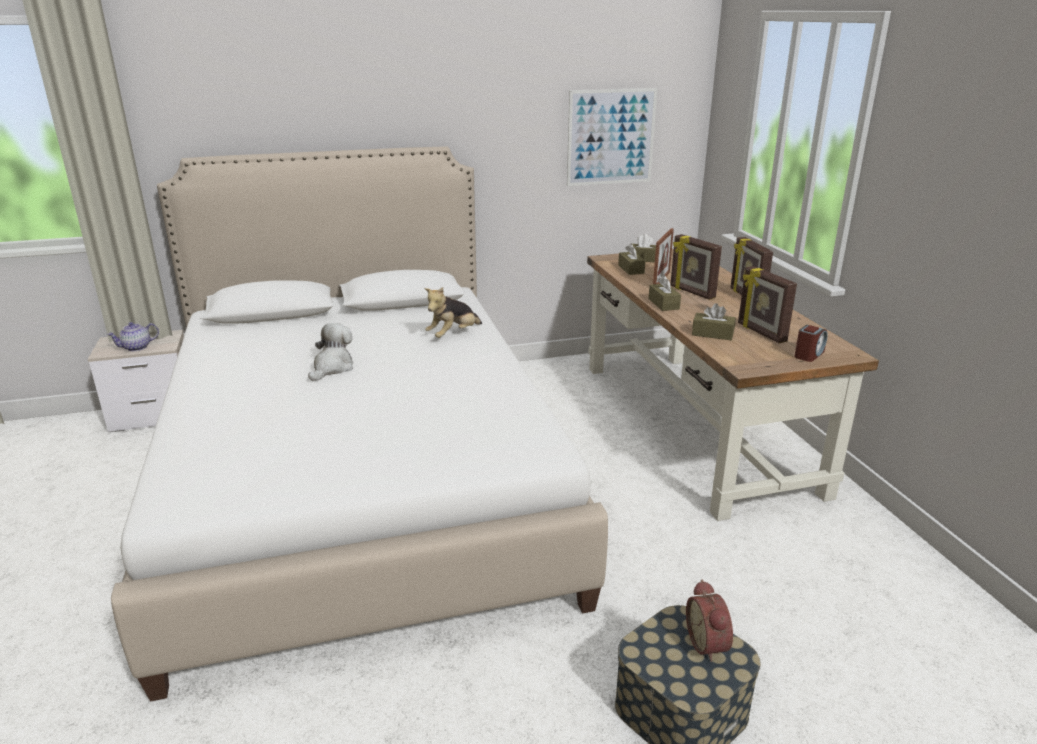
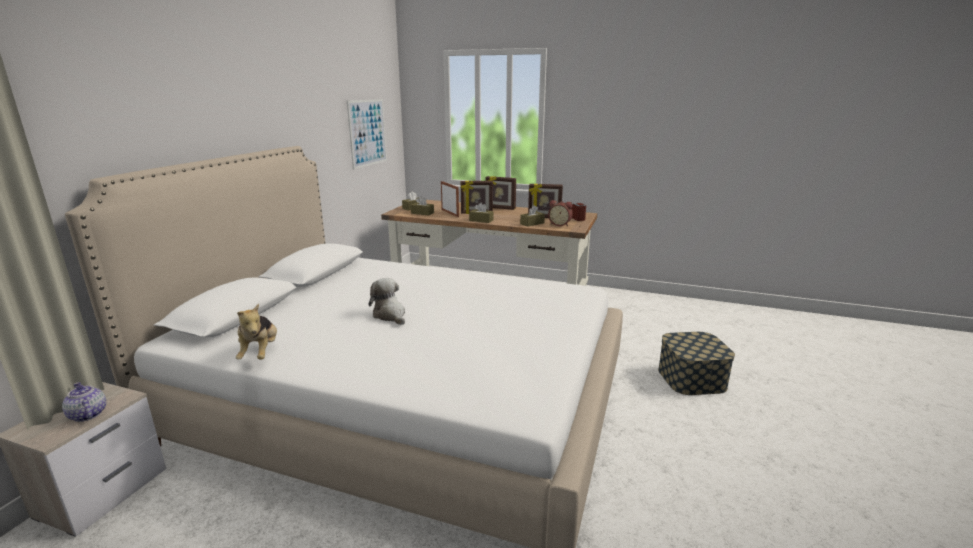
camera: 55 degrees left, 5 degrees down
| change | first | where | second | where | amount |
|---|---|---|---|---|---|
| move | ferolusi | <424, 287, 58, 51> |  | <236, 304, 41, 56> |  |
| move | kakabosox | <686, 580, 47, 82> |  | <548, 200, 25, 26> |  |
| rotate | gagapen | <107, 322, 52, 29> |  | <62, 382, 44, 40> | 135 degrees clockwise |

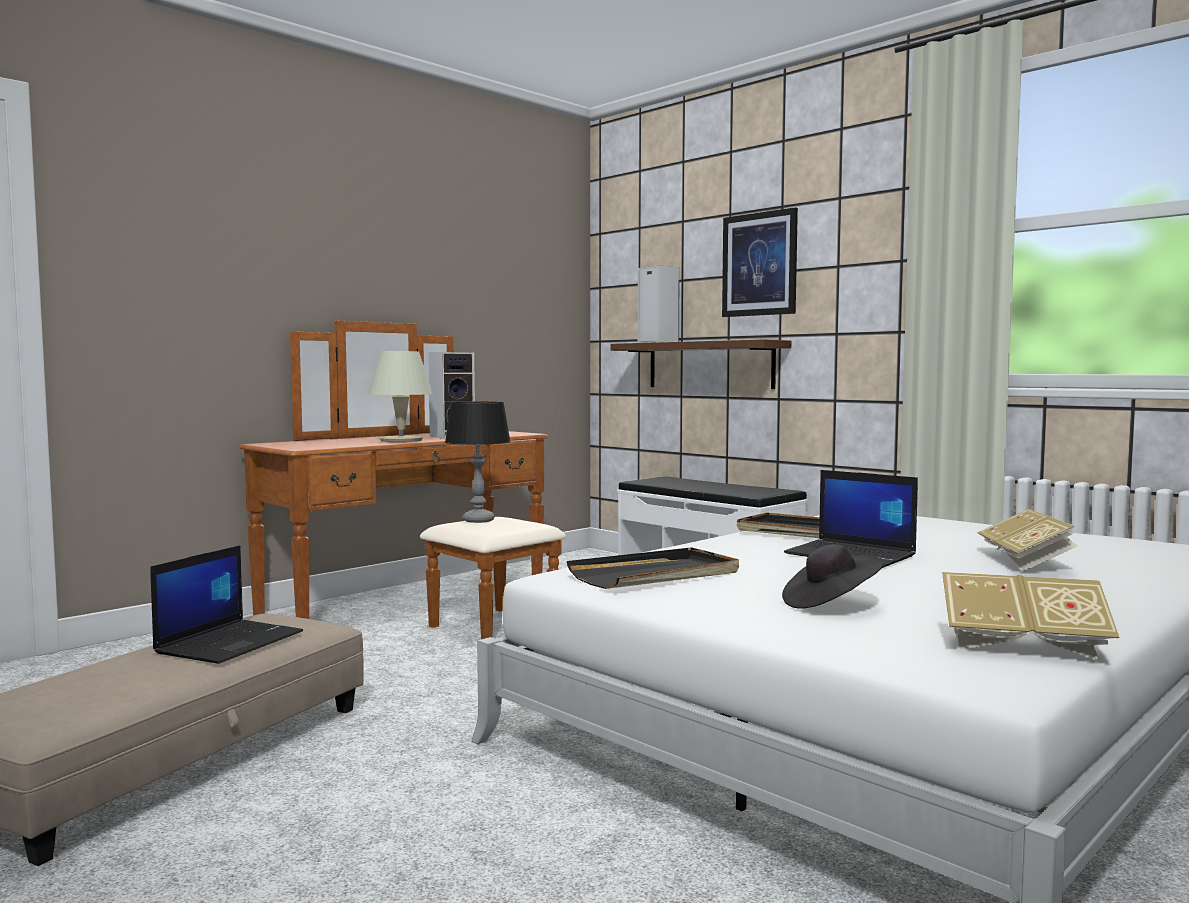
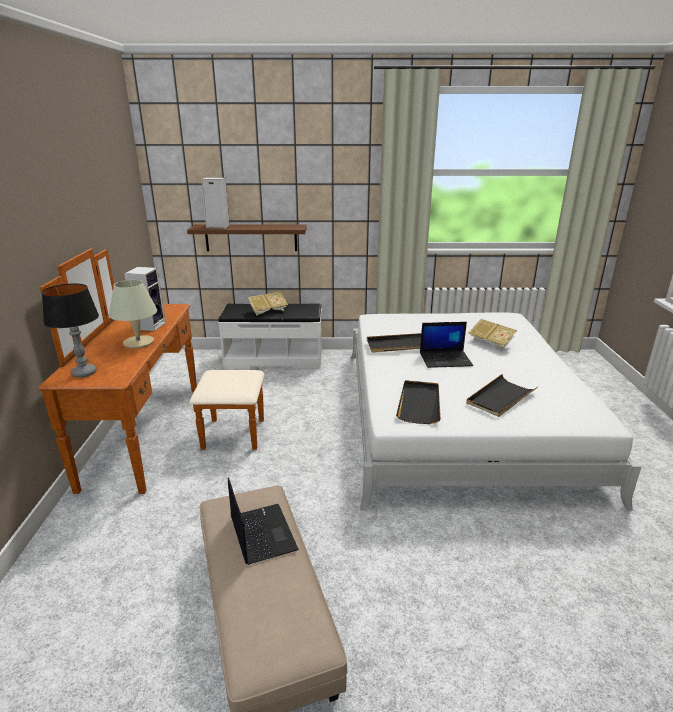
camera: 45 degrees left, 20 degrees up
| change | first | where | second | where | amount |
|---|---|---|---|---|---|
| delete | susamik | <722, 207, 76, 110> |  |  |  |
| move | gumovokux | <445, 402, 66, 121> |  | <42, 283, 57, 95> |  |
| move | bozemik | <942, 572, 177, 88> |  | <248, 292, 40, 24> |  |
| replace | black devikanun | <782, 544, 101, 65> | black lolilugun | <466, 374, 71, 43> |  |

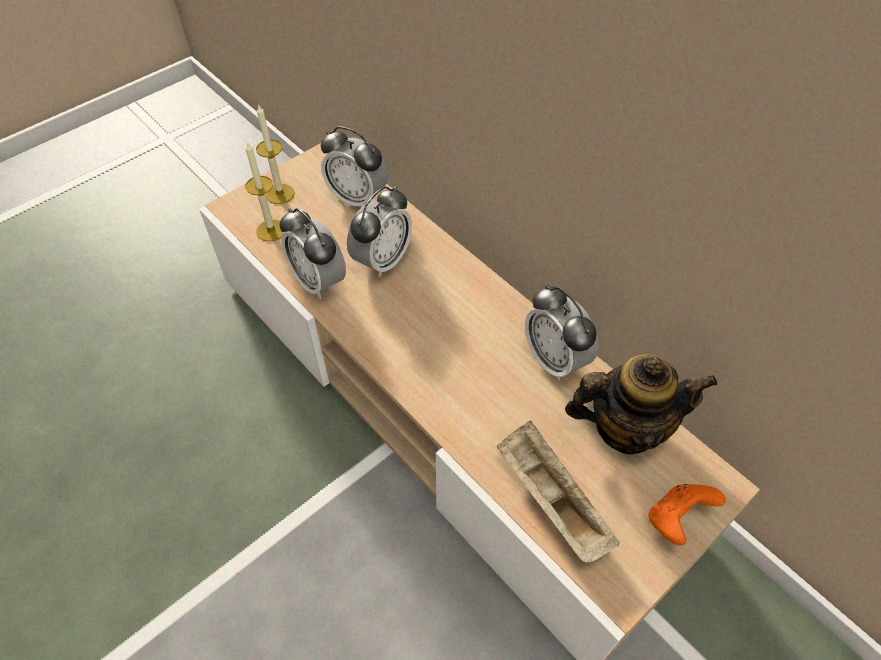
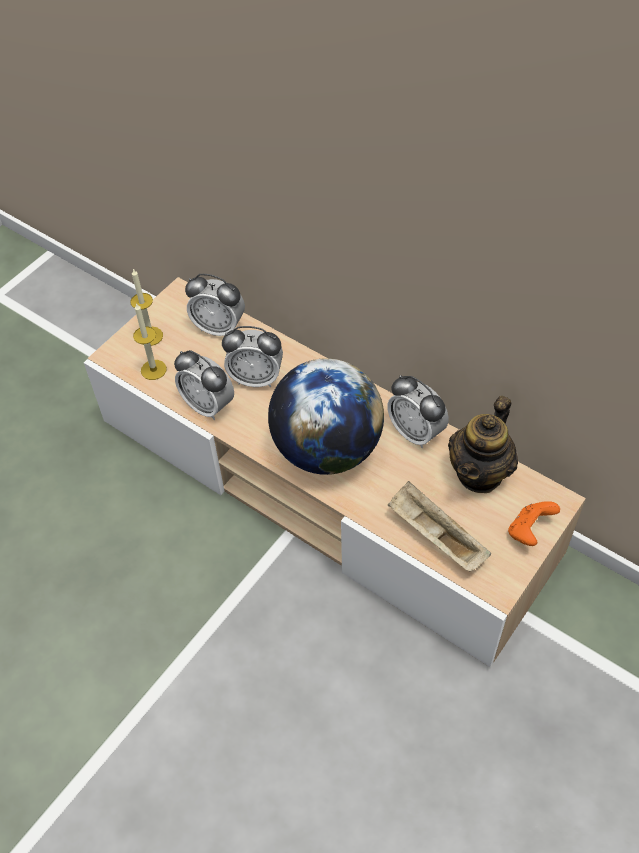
camera: 10 degrees left, 0 degrees up
| change | first | where | second | where | amount |
|---|---|---|---|---|---|
| insert |  |  | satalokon | <268, 358, 116, 117> |  |
| rotate | kakabosox | <347, 186, 65, 92> |  | <222, 326, 61, 61> | 75 degrees clockwise |
| rotate | gagapen | <565, 354, 152, 100> |  | <448, 396, 70, 97> | 135 degrees clockwise |

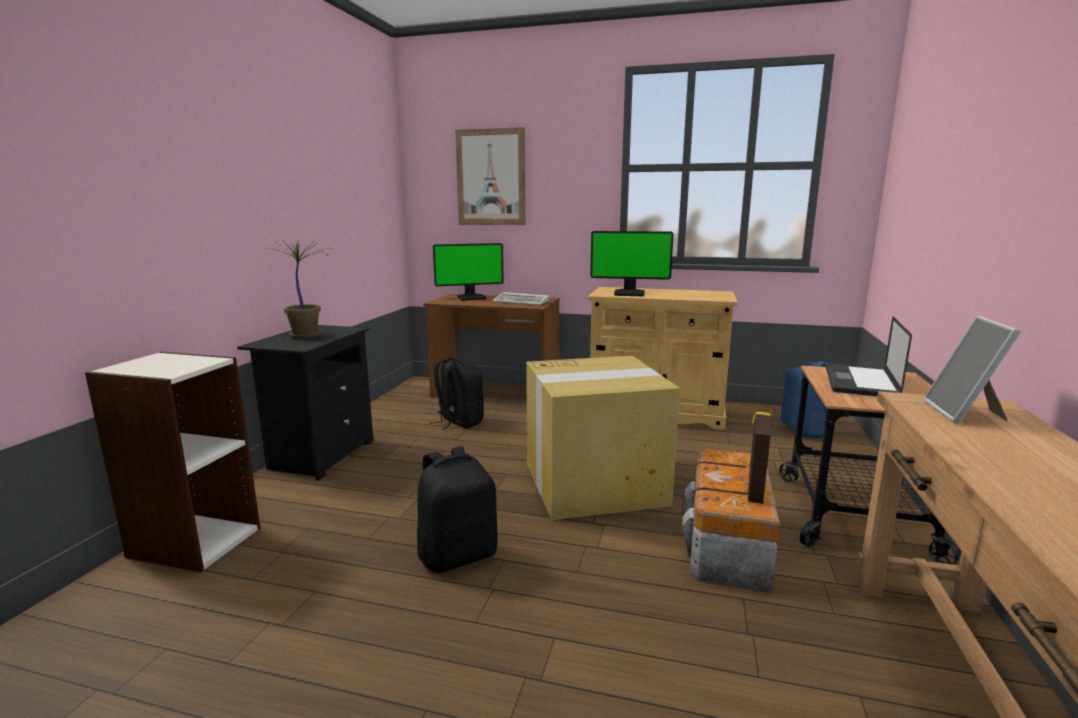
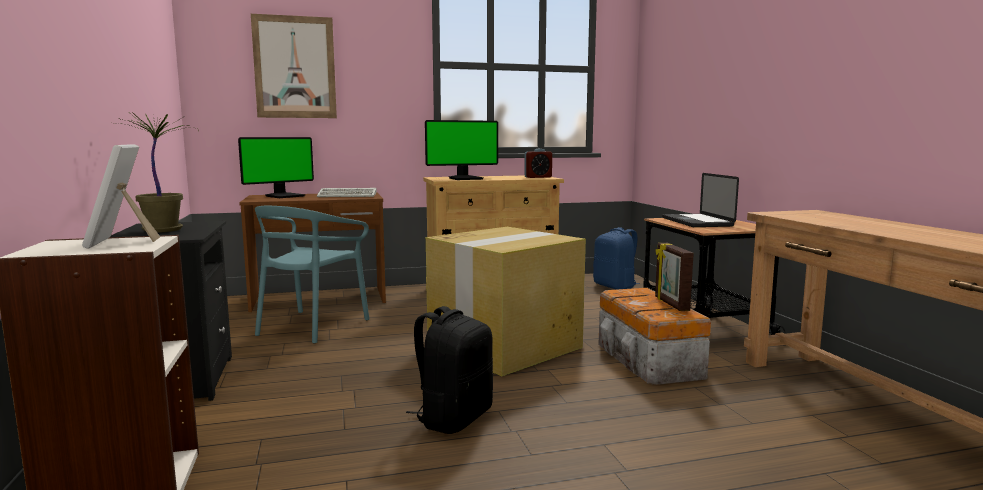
camera: 30 degrees left, 5 degrees down
| change | first | where | second | where | amount |
|---|---|---|---|---|---|
| insert |  |  | kakabosox | <524, 149, 28, 29> |  |
| move | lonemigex | <924, 316, 97, 108> |  | <82, 144, 78, 105> |  |
| replace | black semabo | <430, 357, 54, 73> | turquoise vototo | <255, 206, 114, 137> |  |

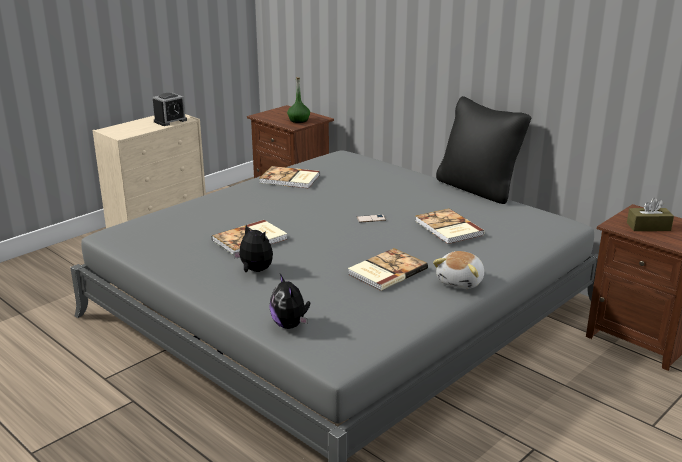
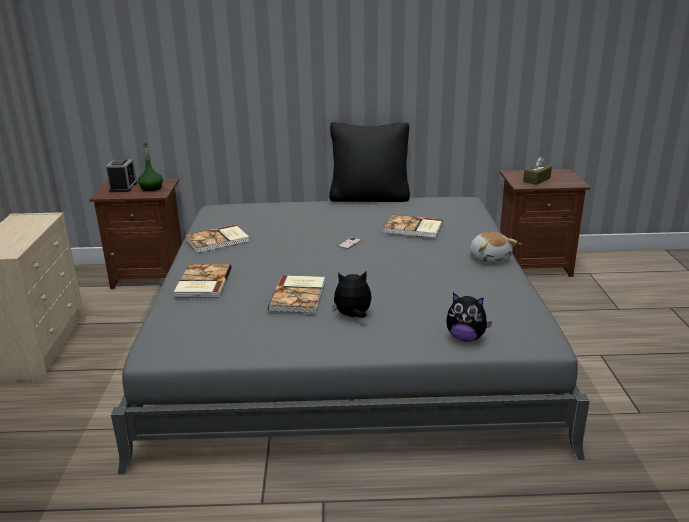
camera: 45 degrees left, 0 degrees up
| change | first | where | second | where | amount |
|---|---|---|---|---|---|
| move | kakabosox | <153, 93, 34, 33> |  | <105, 159, 32, 33> |  |
| move | bozemik | <348, 248, 80, 43> |  | <174, 264, 57, 34> |  |

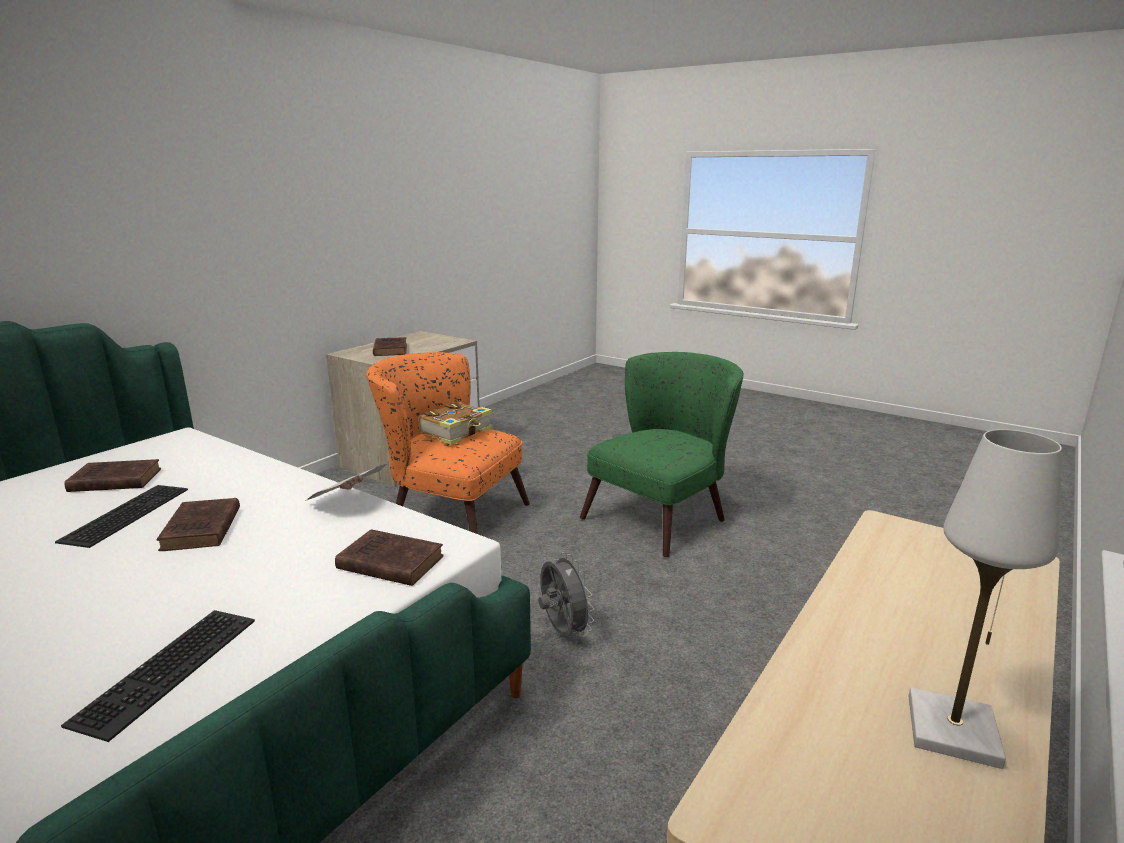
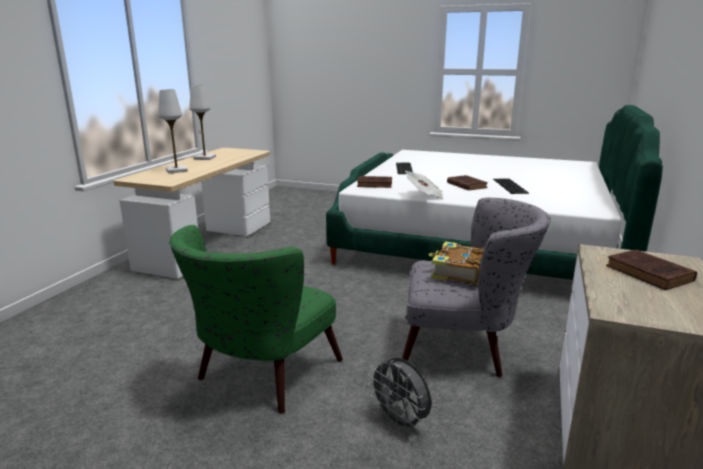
camera: 165 degrees right, 0 degrees up
| change | first | where | second | where | amount |
|---|---|---|---|---|---|
| delete | brown bozemik | <65, 459, 96, 33> |  |  |  |
| insert |  |  | white gumovokux | <158, 89, 30, 84> |  |
| move | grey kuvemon | <538, 552, 56, 85> |  | <368, 358, 63, 75> |  |
| recolor | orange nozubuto | <366, 352, 164, 182> | grey nozubuto | <402, 198, 149, 179> |  |

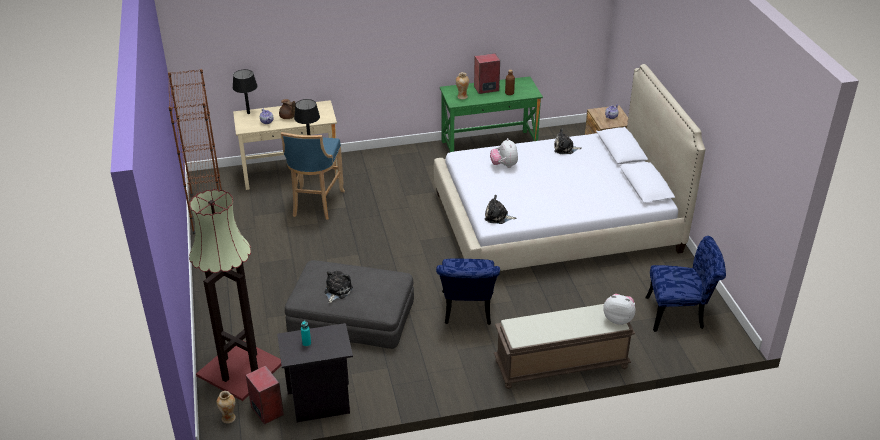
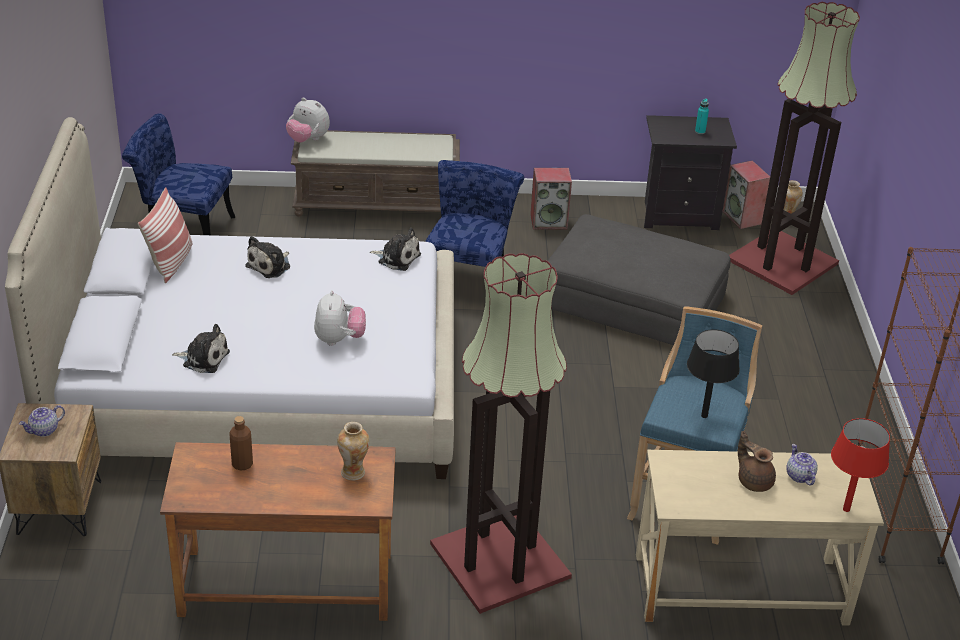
camera: 170 degrees left, 0 degrees up
| change | first | where | second | where | amount |
|---|---|---|---|---|---|
| insert |  |  | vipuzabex | <138, 187, 55, 96> |  |
| insert |  |  | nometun | <430, 253, 142, 361> |  |
| move | ferolusi | <324, 271, 29, 32> |  | <245, 236, 45, 42> |  |
| move | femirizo | <474, 53, 26, 41> |  | <530, 168, 42, 61> |  |
| recolor | black gumovokux | <233, 69, 25, 45> | red gumovokux | <831, 418, 59, 94> |  |
| recolor | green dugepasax | <440, 76, 103, 76> | brown dugepasax | <160, 442, 236, 179> |  |

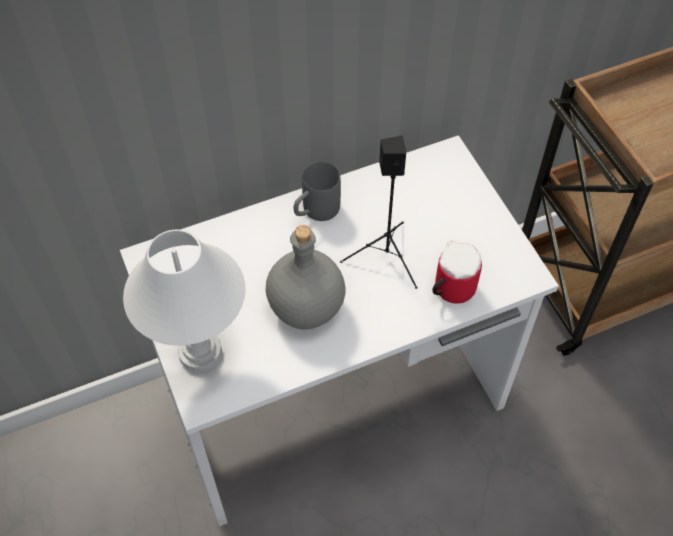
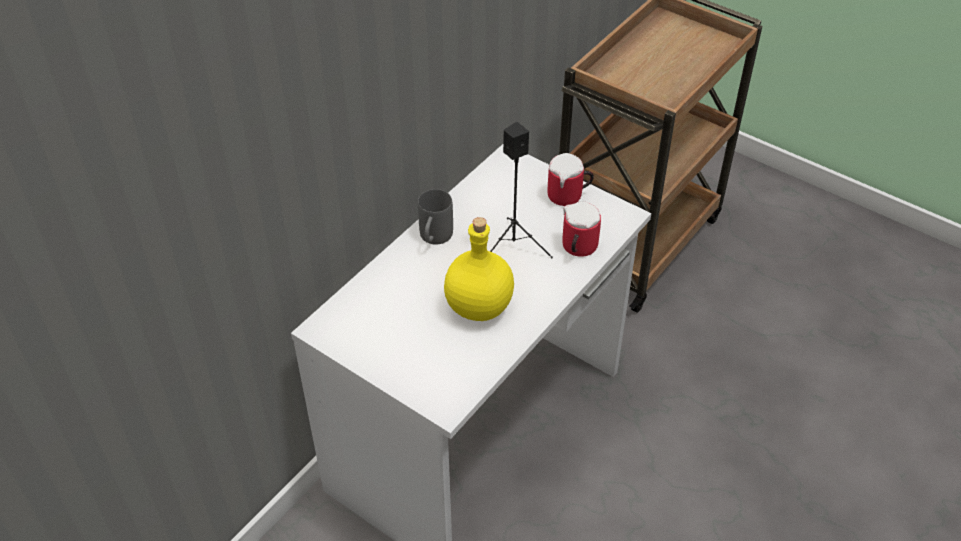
camera: 30 degrees left, 10 degrees down
| change | first | where | second | where | amount |
|---|---|---|---|---|---|
| delete | white gumovokux | <123, 229, 122, 143> |  |  |  |
| insert |  |  | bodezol | <547, 153, 47, 53> |  |
| recolor | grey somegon | <266, 225, 80, 105> | yellow somegon | <444, 217, 70, 104> |  |

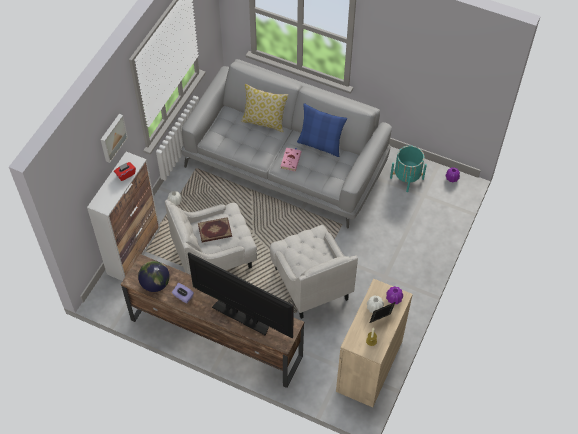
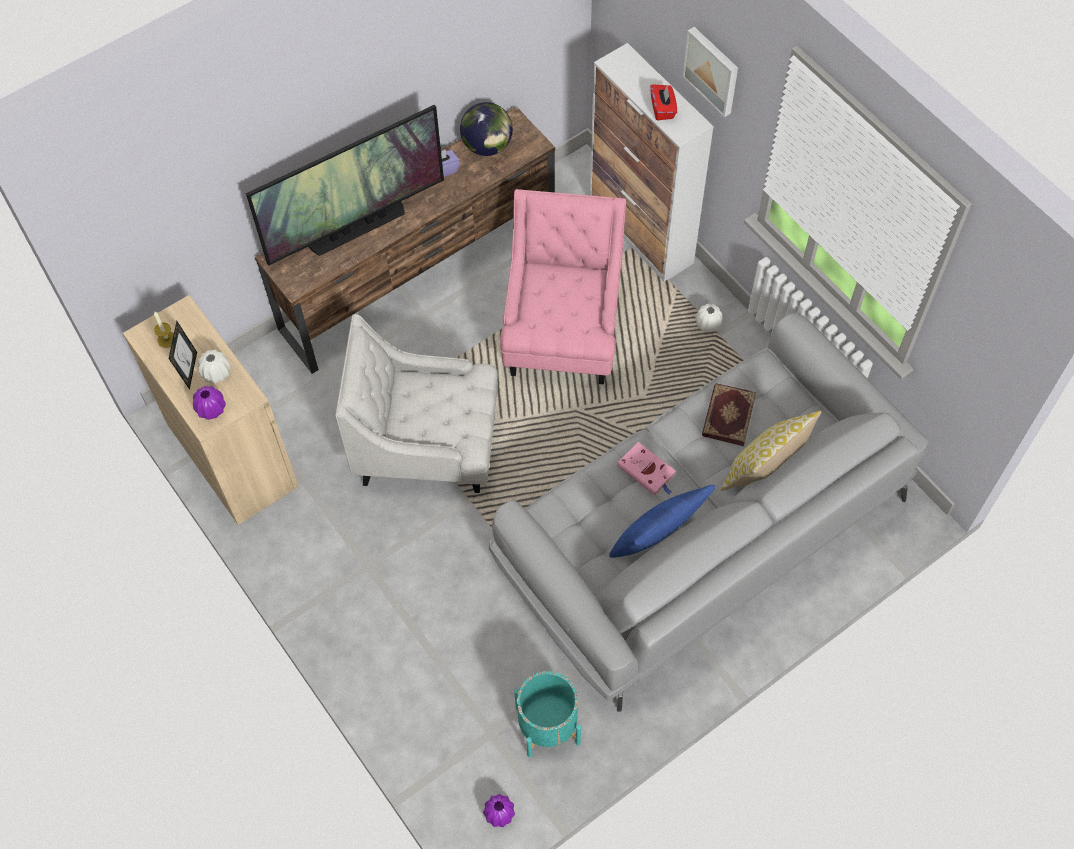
camera: 120 degrees right, 5 degrees up
| change | first | where | second | where | amount |
|---|---|---|---|---|---|
| move | bozemik | <198, 217, 34, 25> |  | <702, 383, 54, 63> |  |
| recolor | white nozubuto | <165, 200, 92, 75> | pink nozubuto | <500, 189, 126, 195> |  |

